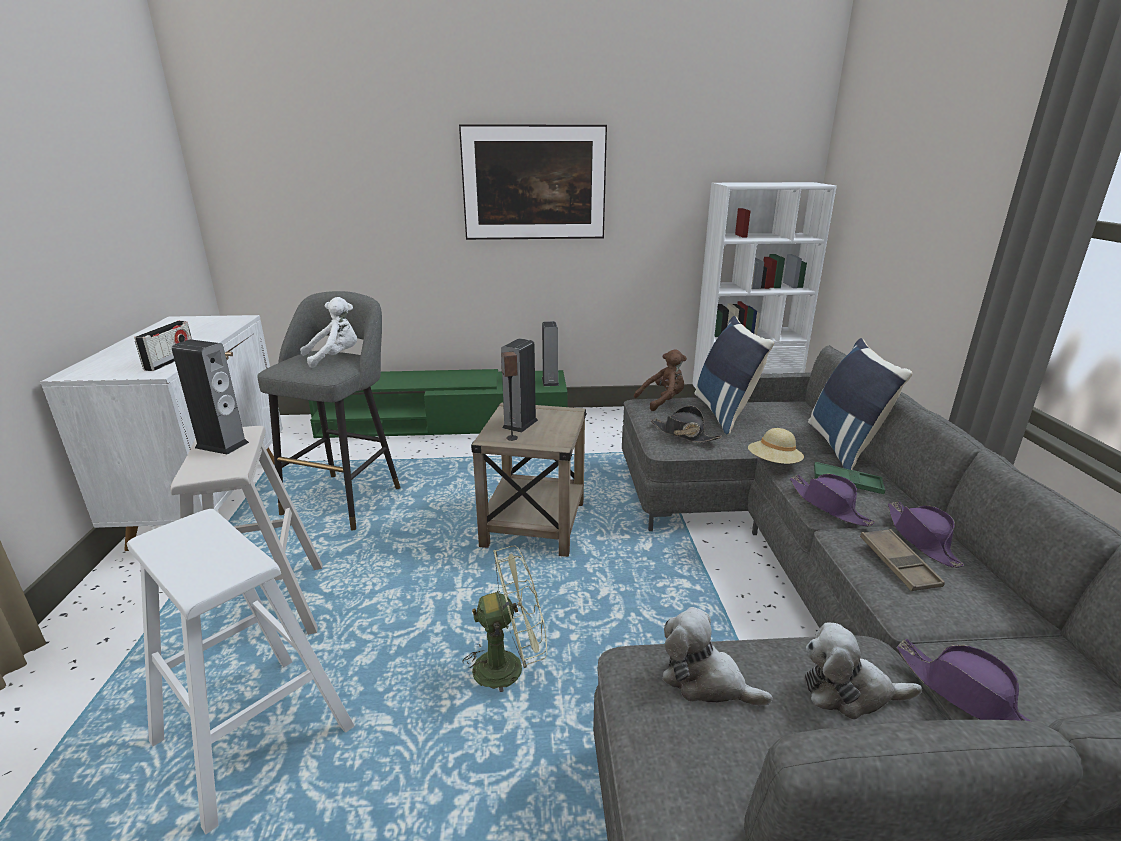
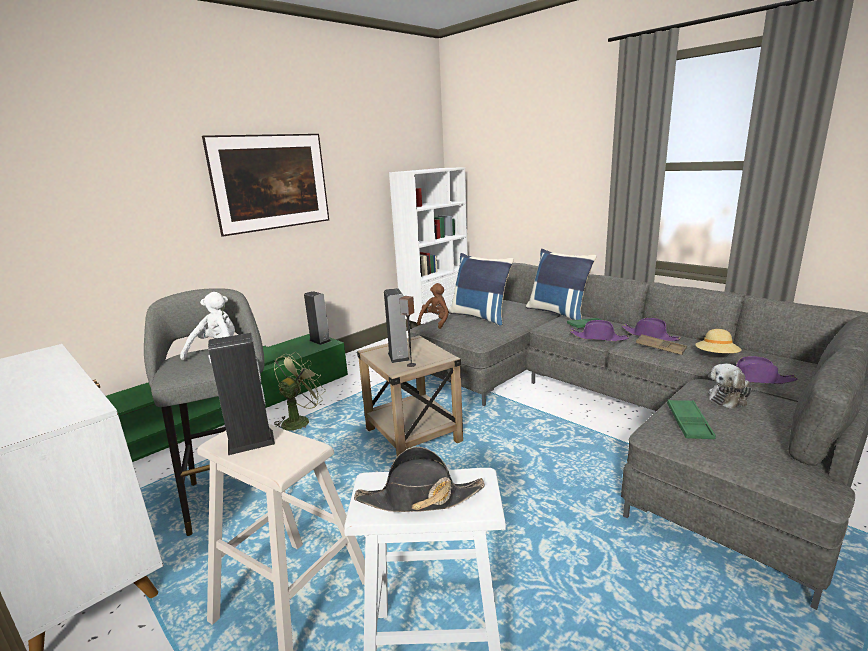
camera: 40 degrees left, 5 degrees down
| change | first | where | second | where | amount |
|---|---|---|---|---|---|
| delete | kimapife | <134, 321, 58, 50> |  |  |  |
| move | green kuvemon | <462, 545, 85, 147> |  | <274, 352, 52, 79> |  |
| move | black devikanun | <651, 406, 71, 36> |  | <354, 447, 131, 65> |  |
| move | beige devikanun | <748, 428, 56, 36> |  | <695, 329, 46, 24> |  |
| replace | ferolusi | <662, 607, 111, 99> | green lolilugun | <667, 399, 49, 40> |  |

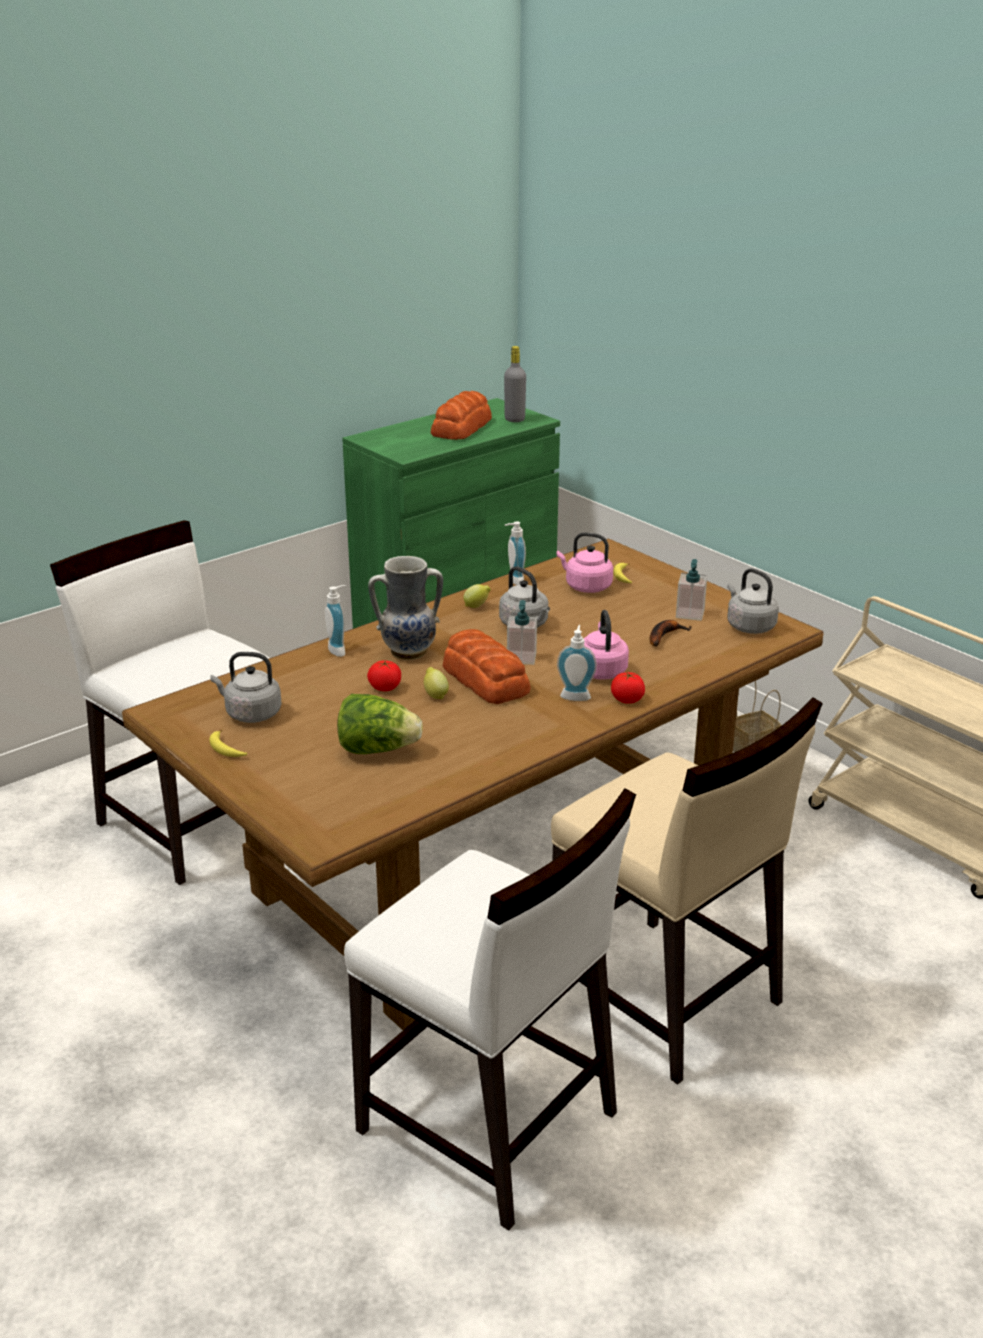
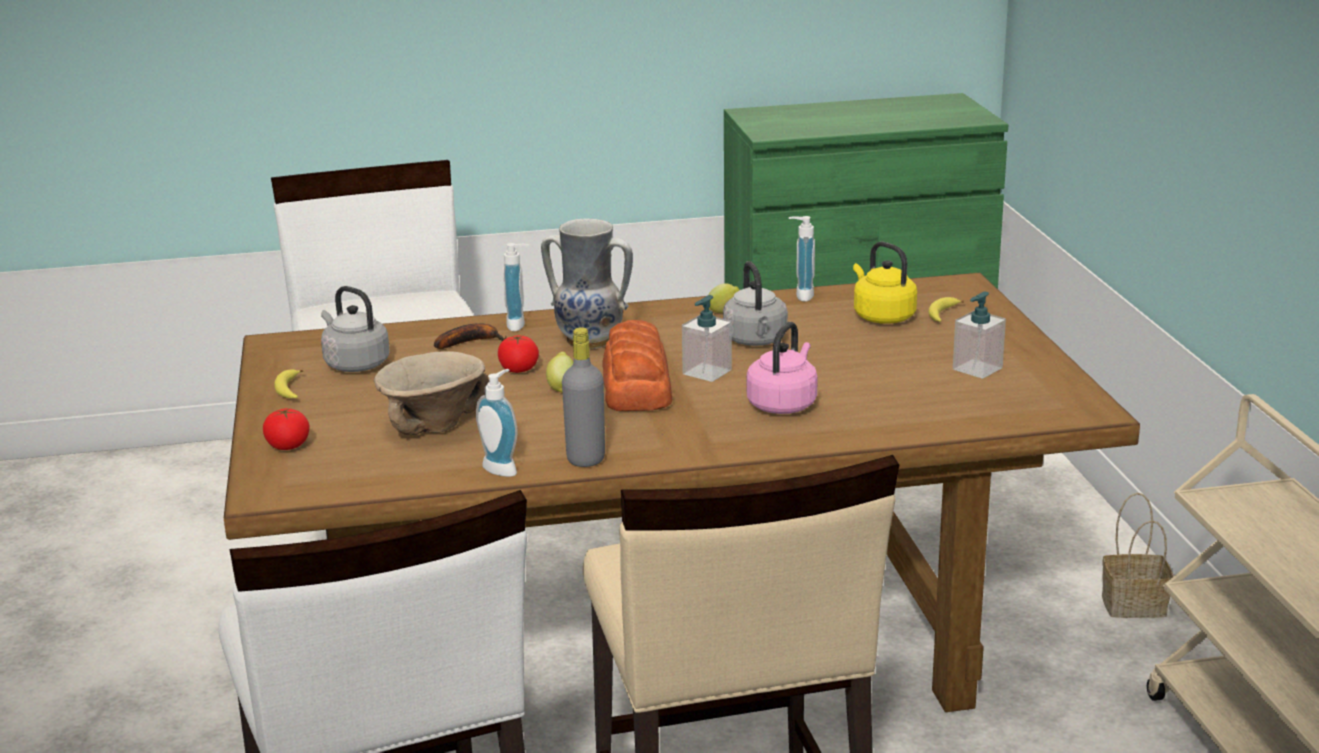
camera: 30 degrees right, 5 degrees down
| change | first | where | second | where | amount |
|---|---|---|---|---|---|
| delete | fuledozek | <431, 391, 61, 49> |  |  |  |
| delete | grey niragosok | <727, 568, 52, 66> |  |  |  |
| move | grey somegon | <504, 346, 22, 76> |  | <562, 327, 43, 140> |  |
| move | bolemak | <557, 625, 40, 76> |  | <476, 369, 42, 108> |  |
| move | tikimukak | <611, 672, 34, 32> |  | <263, 408, 47, 42> |  |
| move | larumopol | <650, 620, 41, 27> |  | <434, 323, 73, 26> |  |
| replace | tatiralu | <337, 694, 86, 60> | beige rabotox | <374, 351, 115, 84> |  |
| recolor | pink niragosok | <557, 532, 56, 61> | yellow niragosok | <853, 242, 64, 82> |  |

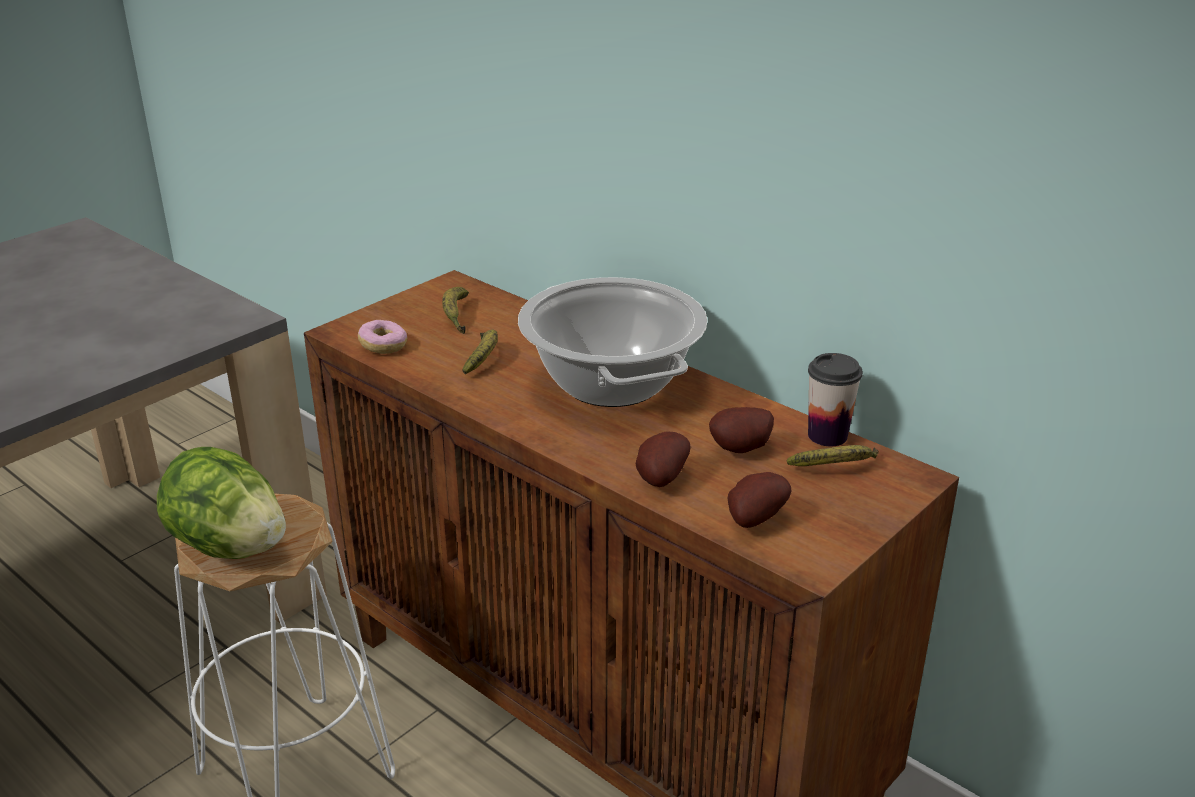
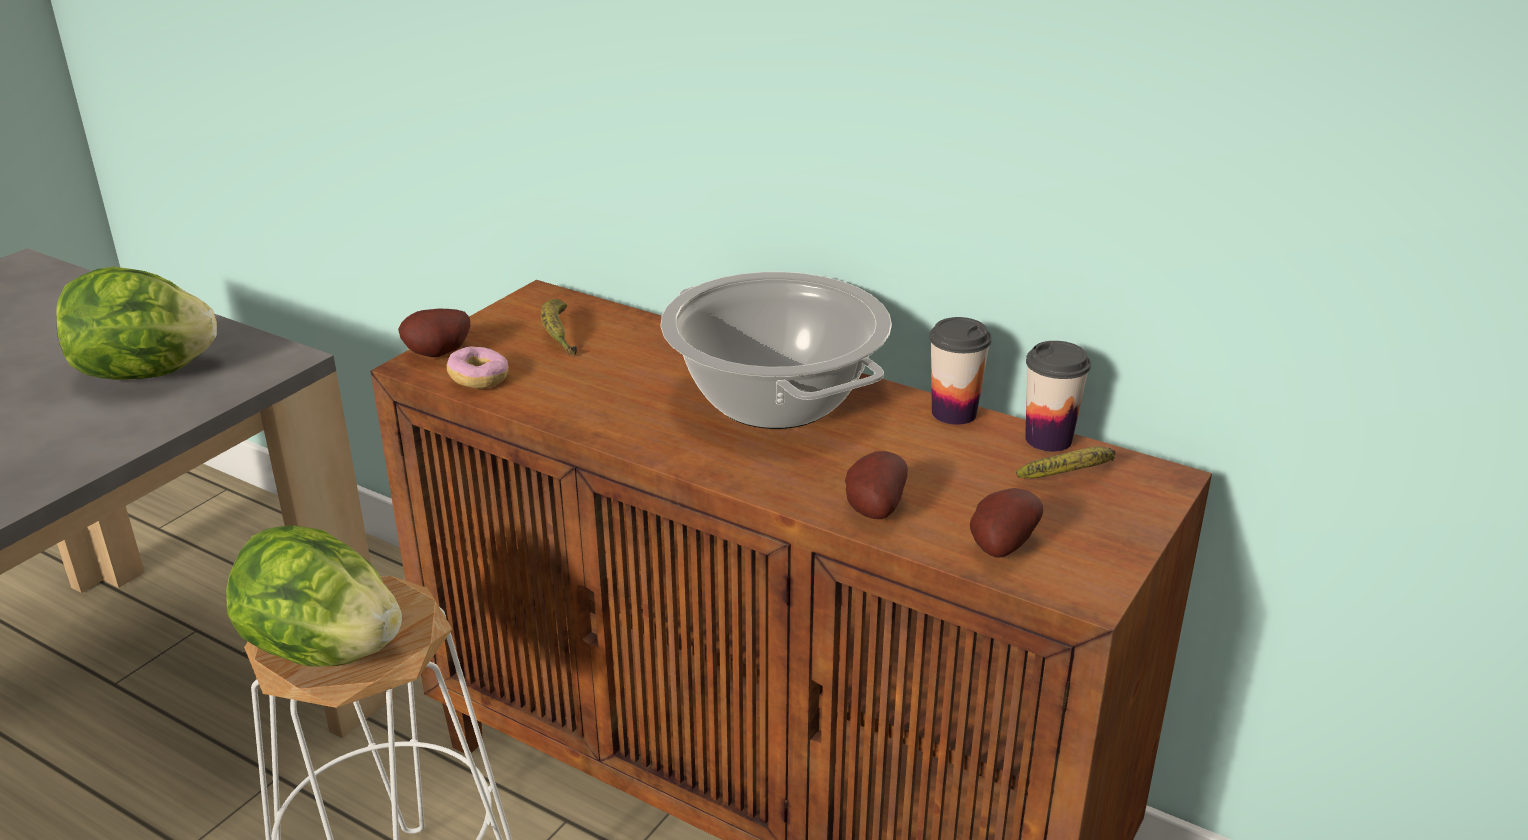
camera: 10 degrees left, 0 degrees up
| change | first | where | second | where | amount |
|---|---|---|---|---|---|
| delete | larumopol | <463, 329, 35, 45> |  |  |  |
| insert |  |  | tatiralu | <56, 267, 161, 113> |  |
| insert |  |  | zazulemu | <929, 317, 62, 108> |  |
| move | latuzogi | <709, 407, 65, 46> |  | <398, 309, 73, 48> |  |

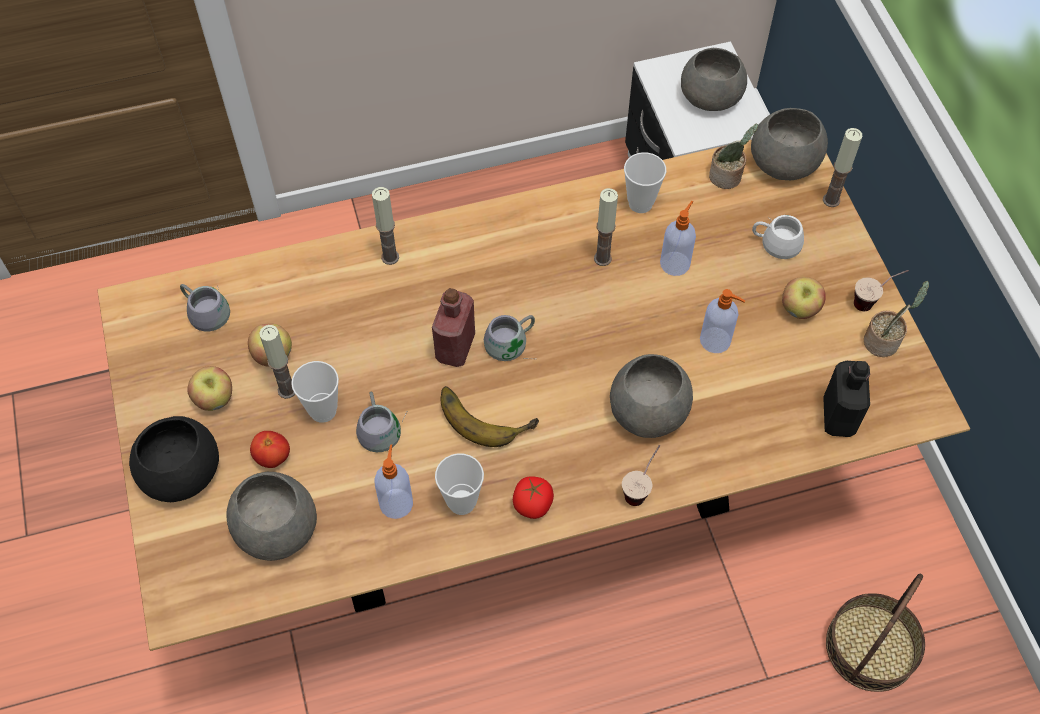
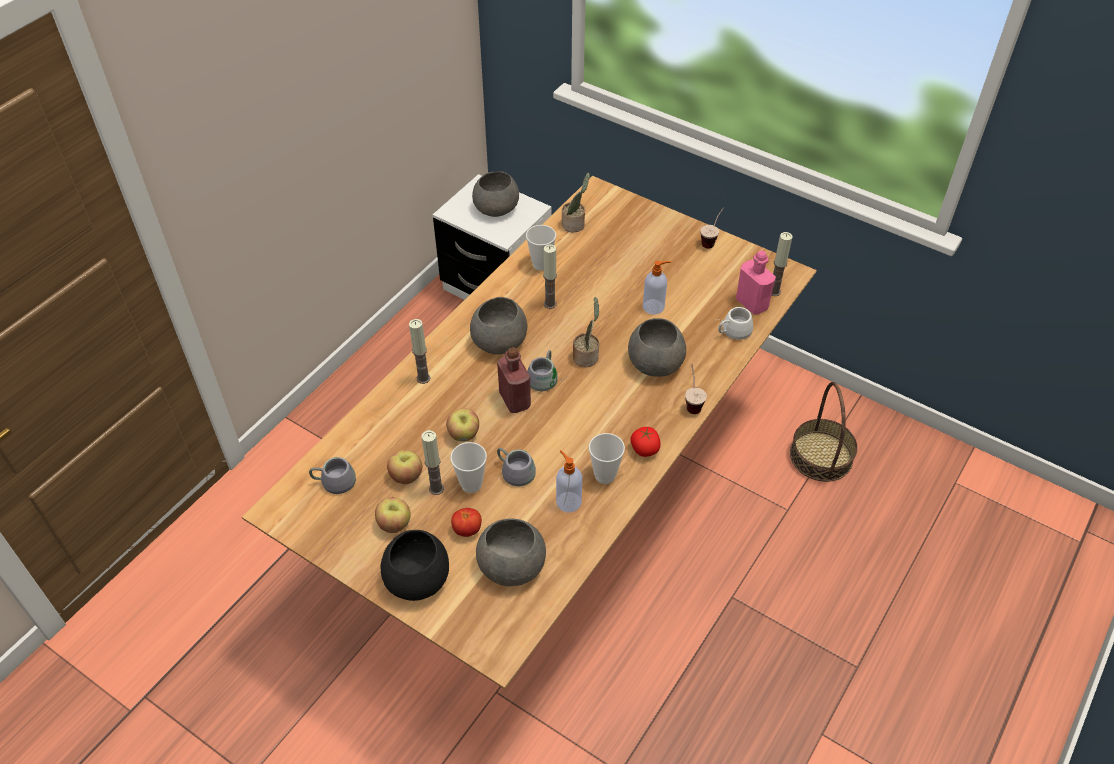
camera: 40 degrees left, 10 degrees down
| change | first | where | second | where | amount |
|---|---|---|---|---|---|
| delete | larumopol | <440, 386, 99, 61> |  |  |  |
| delete | bolemak | <660, 201, 36, 75> |  |  |  |
| move | grey rabotox | <751, 108, 77, 72> |  | <470, 297, 57, 57> |  |
| move | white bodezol | <752, 215, 52, 44> |  | <714, 307, 39, 33> |  |
| move | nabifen | <782, 277, 44, 42> |  | <446, 408, 33, 34> |  |
| move | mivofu | <823, 128, 39, 79> |  | <772, 232, 21, 64> |  |
| move | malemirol | <864, 281, 65, 76> |  | <573, 297, 26, 70> |  |
| recolor | black somegon | <823, 361, 47, 76> | pink somegon | <736, 250, 40, 65> |  |

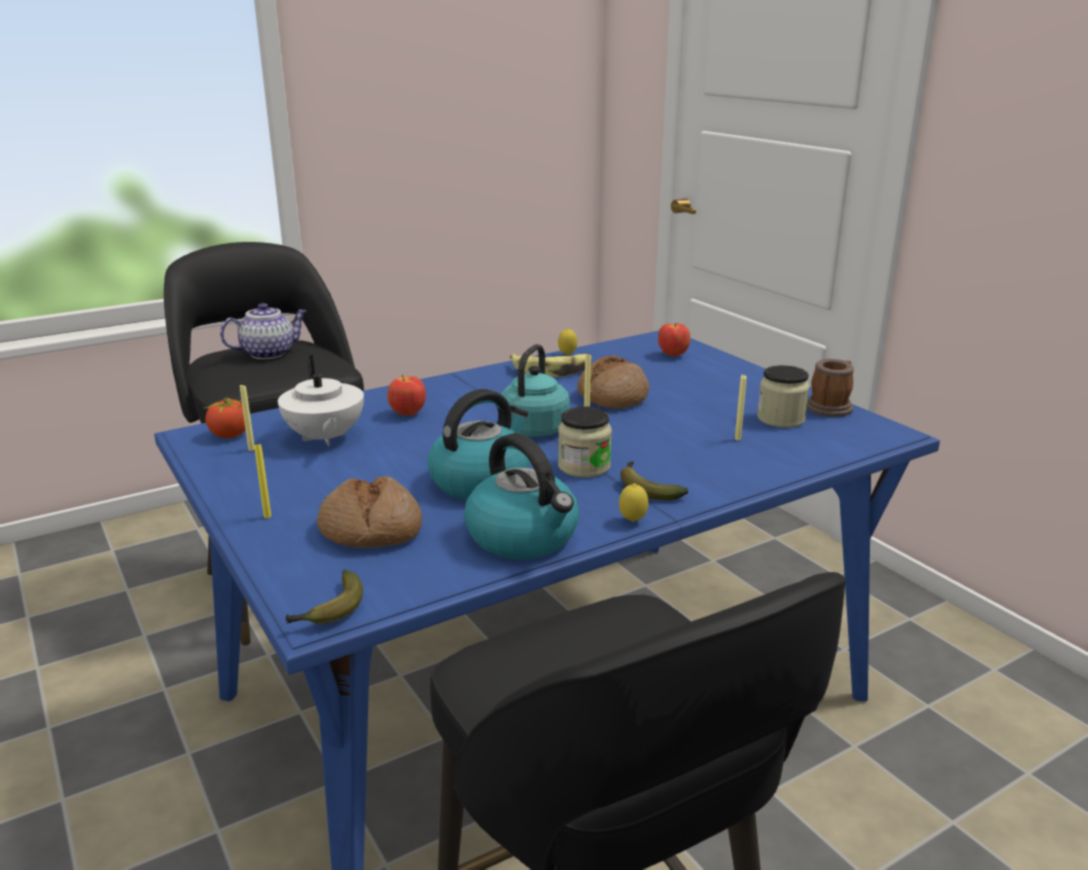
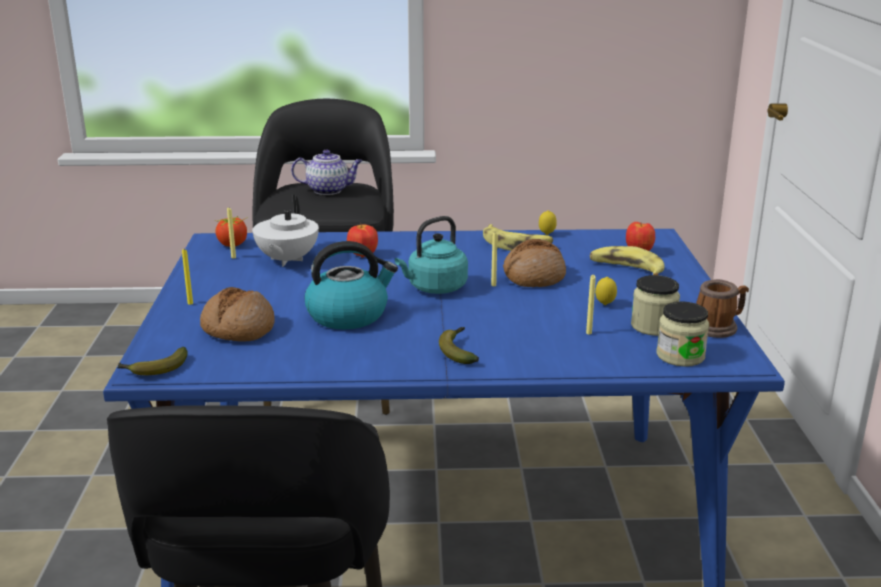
camera: 30 degrees right, 0 degrees up
| change | first | where | second | where | amount |
|---|---|---|---|---|---|
| delete | niragosok | <464, 433, 115, 126> |  |  |  |
| insert |  |  | larumopol | <590, 246, 75, 29> |  |
| move | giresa | <558, 407, 54, 71> |  | <657, 302, 52, 65> |  |
| move | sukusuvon | <619, 484, 29, 38> |  | <595, 277, 22, 28> |  |

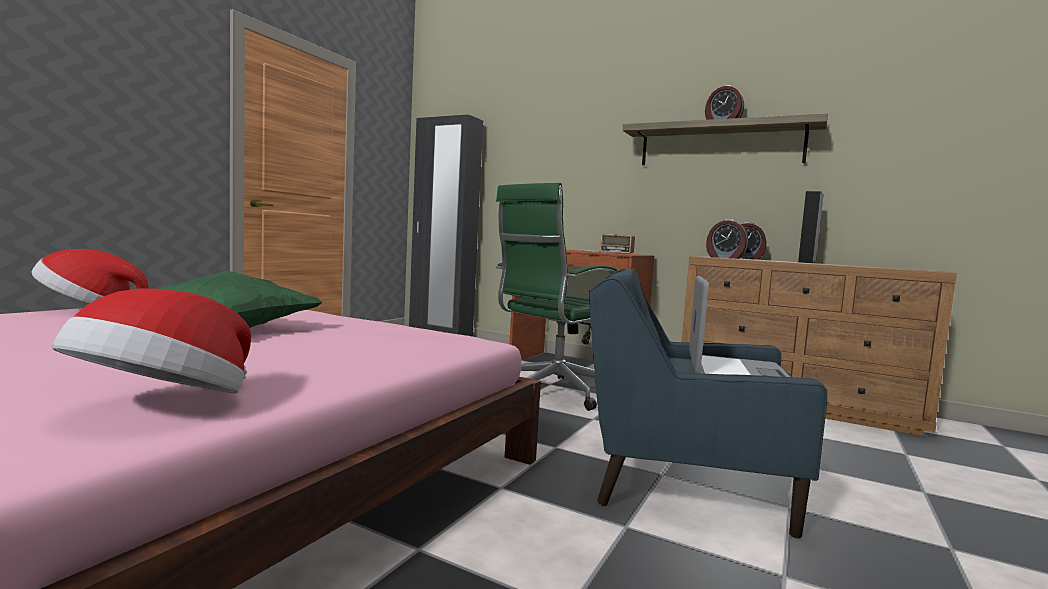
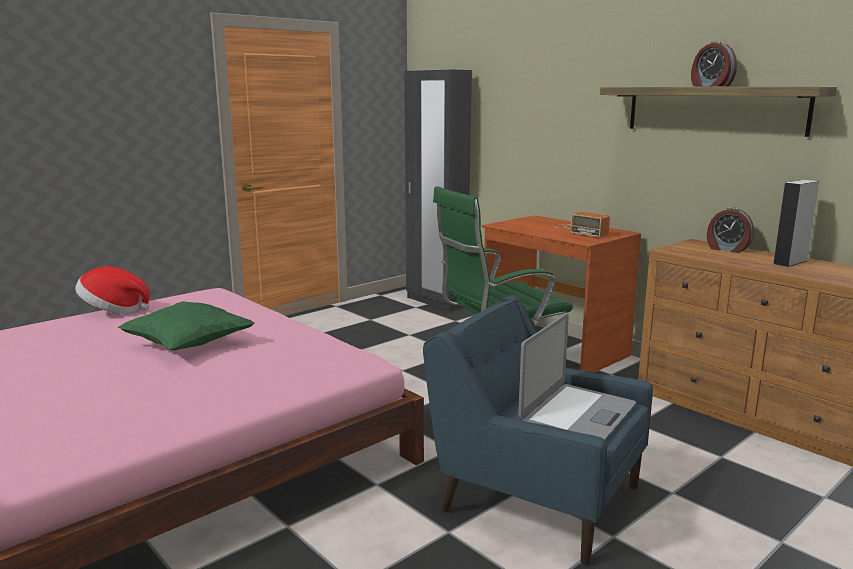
camera: 20 degrees right, 10 degrees up
| change | first | where | second | where | amount |
|---|---|---|---|---|---|
| delete | devikanun | <52, 288, 199, 106> |  |  |  |
| delete | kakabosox | <706, 219, 42, 40> |  |  |  |

